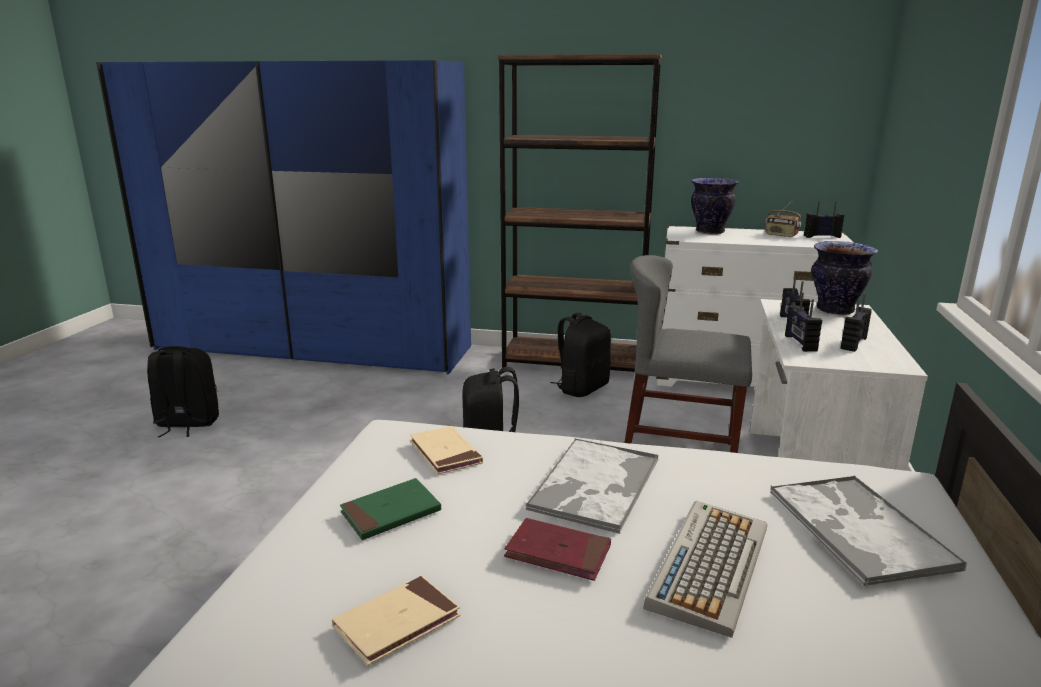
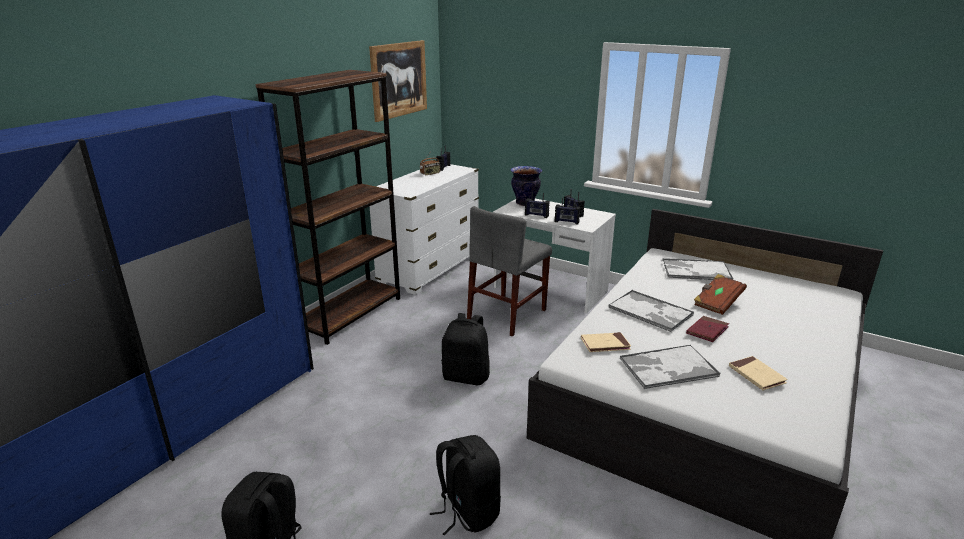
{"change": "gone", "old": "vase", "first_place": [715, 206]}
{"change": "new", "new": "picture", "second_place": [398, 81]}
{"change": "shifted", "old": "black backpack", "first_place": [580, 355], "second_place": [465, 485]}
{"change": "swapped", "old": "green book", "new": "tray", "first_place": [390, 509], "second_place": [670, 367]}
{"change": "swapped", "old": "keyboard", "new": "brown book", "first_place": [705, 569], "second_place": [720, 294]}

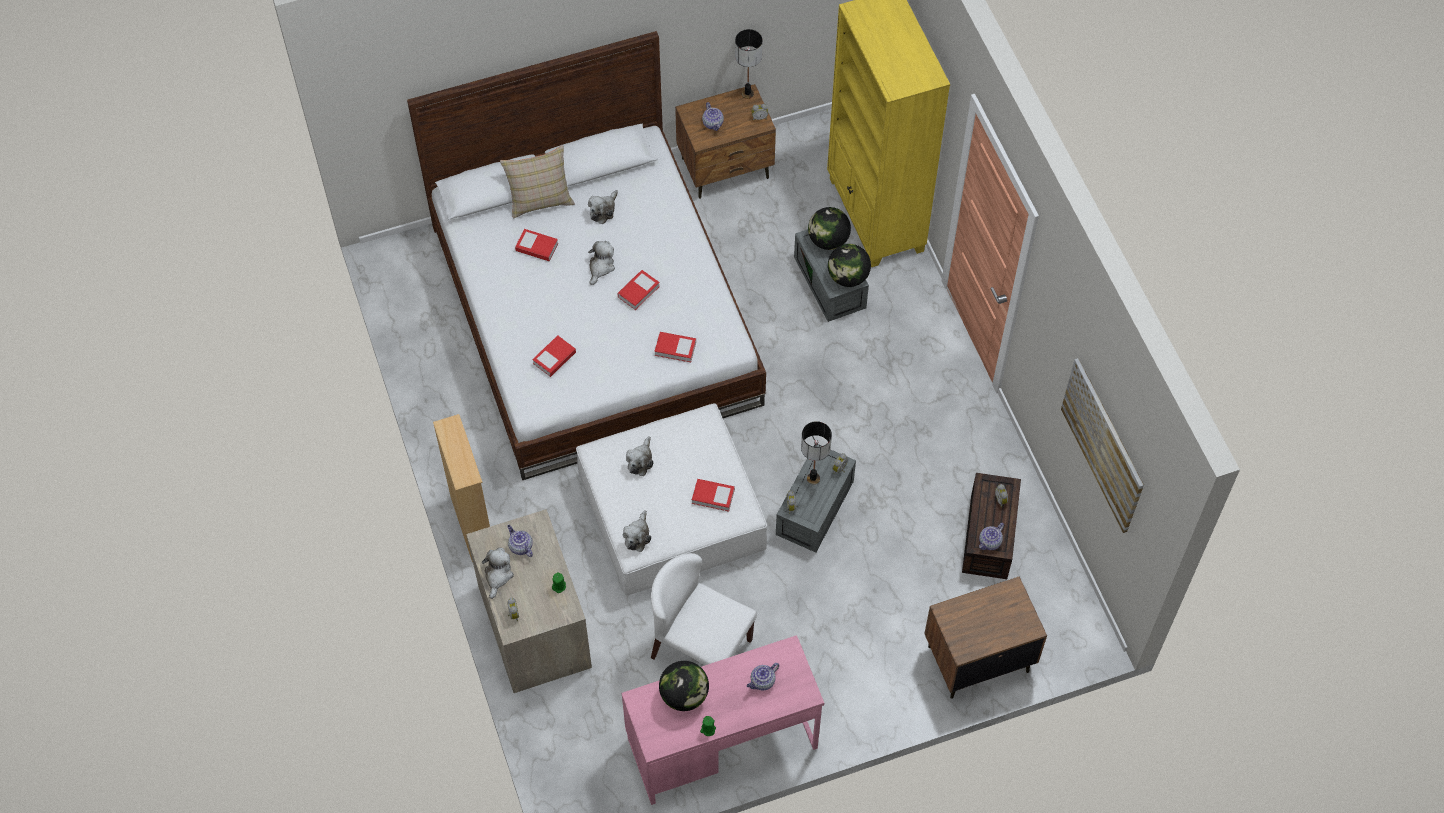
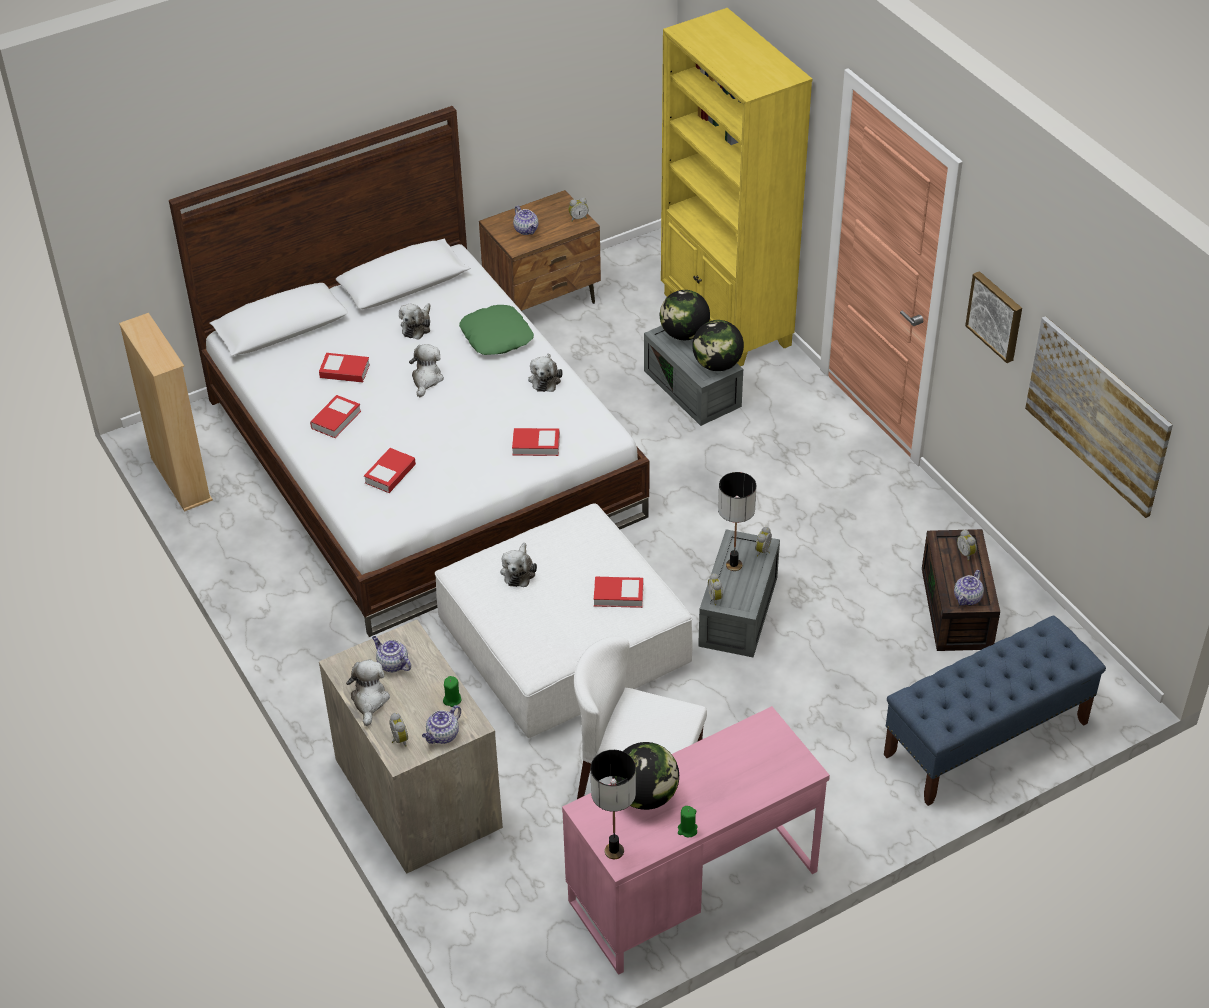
{"change": "gone", "old": "beige pillow", "first_place": [537, 182]}
{"change": "new", "new": "green pillow", "second_place": [496, 330]}
{"change": "new", "new": "picture", "second_place": [993, 317]}
{"change": "shifted", "old": "beige bookcase", "first_place": [461, 488], "second_place": [166, 412]}
{"change": "shifted", "old": "book", "first_place": [638, 290], "second_place": [335, 416]}
{"change": "shifted", "old": "plush toy", "first_place": [637, 531], "second_place": [545, 373]}
{"change": "shifted", "old": "table lamp", "first_place": [748, 64], "second_place": [613, 804]}
{"change": "shifted", "old": "teapot", "first_place": [763, 676], "second_place": [441, 724]}
{"change": "swapped", "old": "brown nightstand", "new": "blue bench", "first_place": [985, 637], "second_place": [995, 710]}

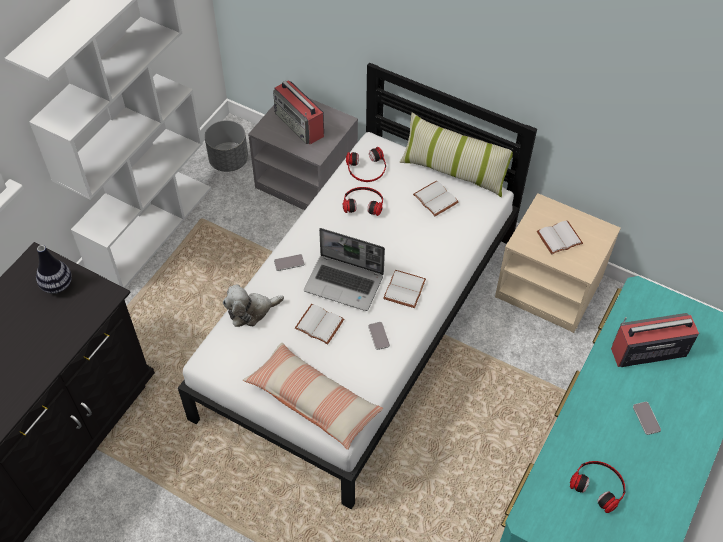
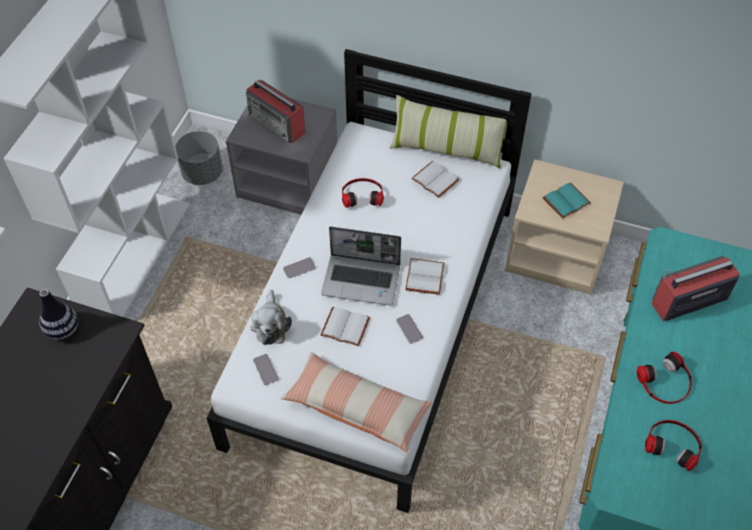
{"change": "shifted", "old": "headphones", "first_place": [366, 164], "second_place": [664, 378]}
{"change": "shifted", "old": "phone", "first_place": [647, 418], "second_place": [266, 369]}
{"change": "repainted", "old": "white book", "new": "turquoise book", "first_place": [560, 237], "second_place": [566, 200]}
{"change": "rotated", "old": "plush toy", "first_place": [253, 305], "second_place": [271, 317], "degrees": -60}

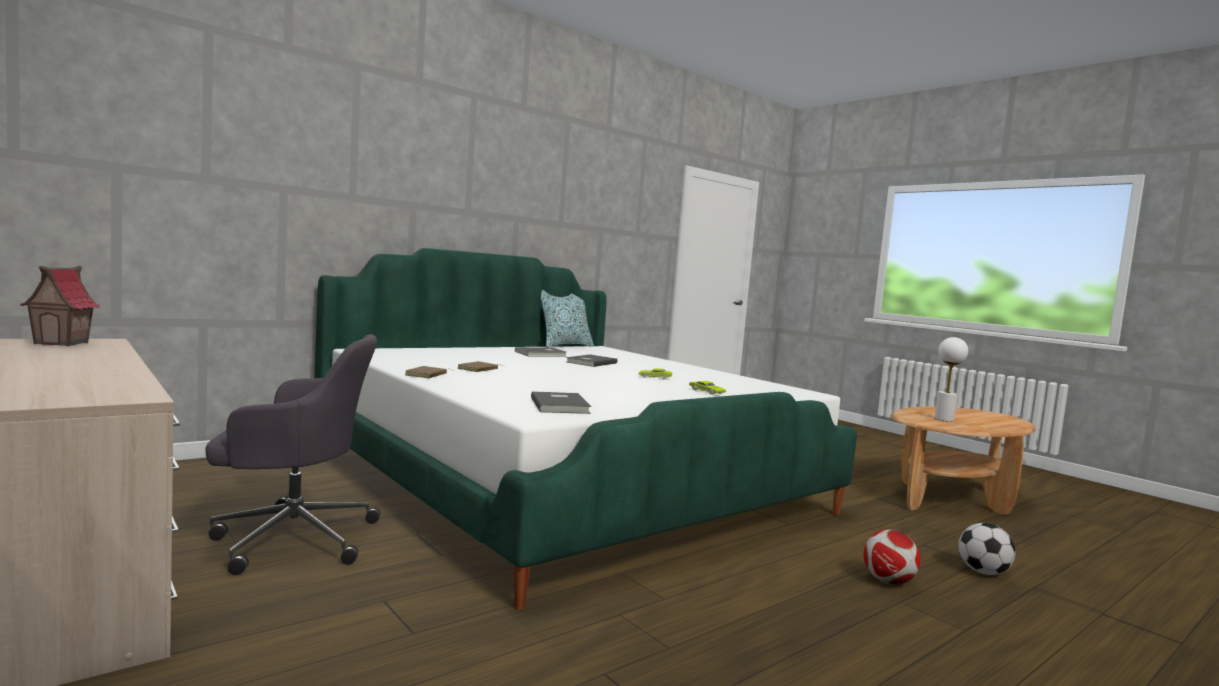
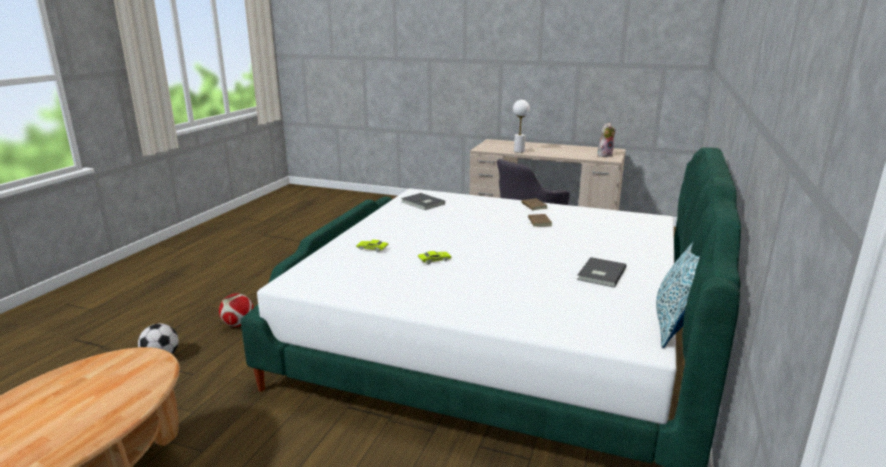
{"change": "gone", "old": "grey book", "first_place": [592, 361]}
{"change": "shifted", "old": "white table lamp", "first_place": [951, 379], "second_place": [521, 126]}
{"change": "swapped", "old": "toy house", "new": "plush toy", "first_place": [60, 306], "second_place": [607, 140]}

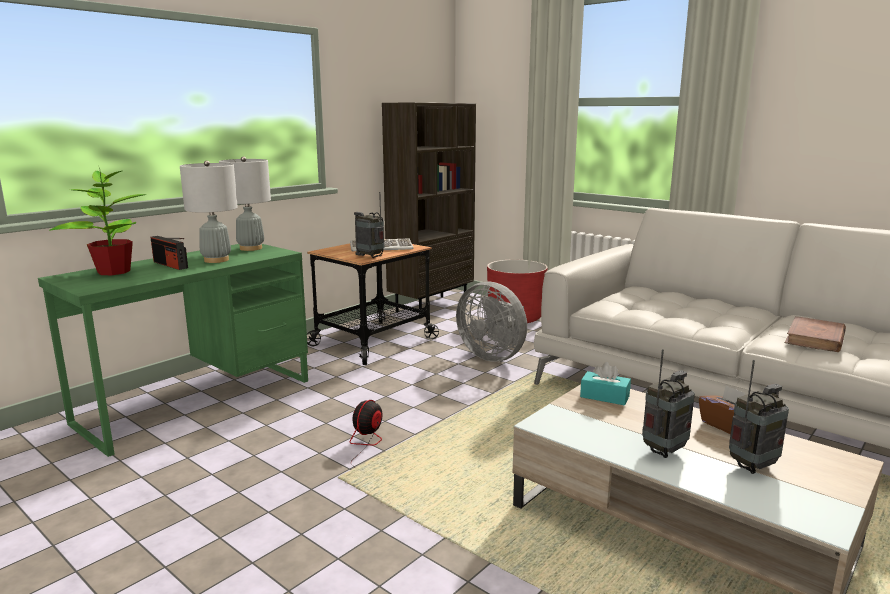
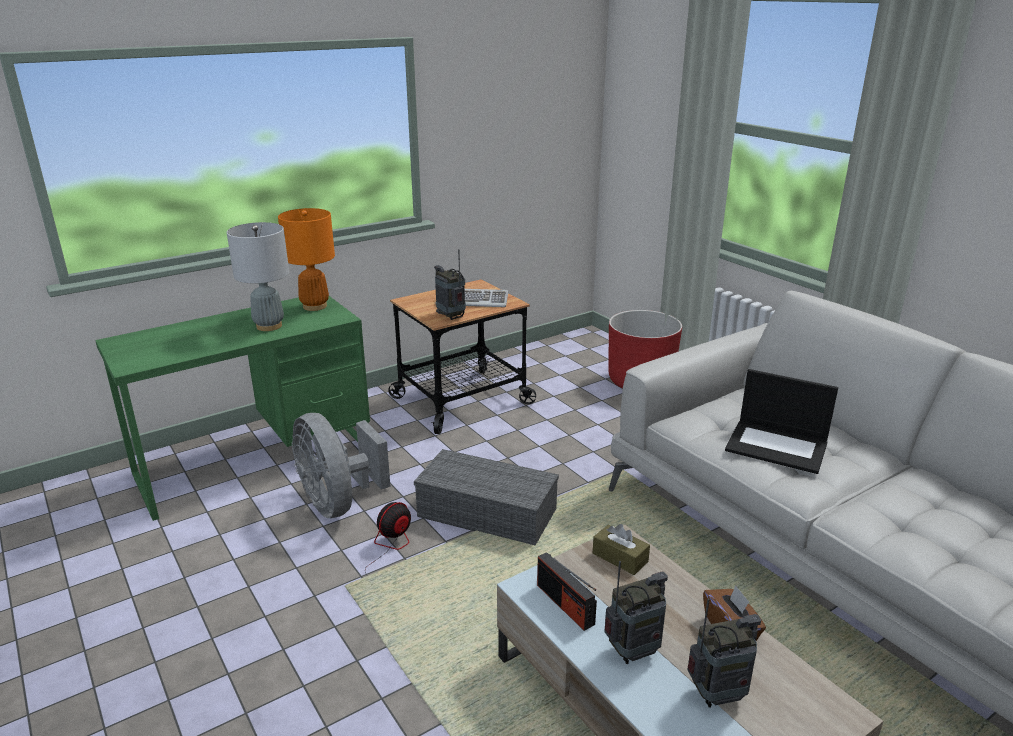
{"change": "gone", "old": "potted plant", "first_place": [98, 221]}
{"change": "gone", "old": "brown bookcase", "first_place": [429, 210]}
{"change": "gone", "old": "brown book", "first_place": [815, 334]}
{"change": "new", "new": "grey storage box", "second_place": [486, 497]}
{"change": "new", "new": "laptop", "second_place": [781, 421]}
{"change": "shifted", "old": "radio", "first_place": [169, 253], "second_place": [567, 591]}
{"change": "shifted", "old": "grey fan", "first_place": [491, 321], "second_place": [341, 465]}
{"change": "repainted", "old": "grey table lamp", "new": "orange table lamp", "first_place": [245, 203], "second_place": [306, 259]}
{"change": "repainted", "old": "turquoise tissue box", "new": "brown tissue box", "first_place": [605, 383], "second_place": [621, 549]}

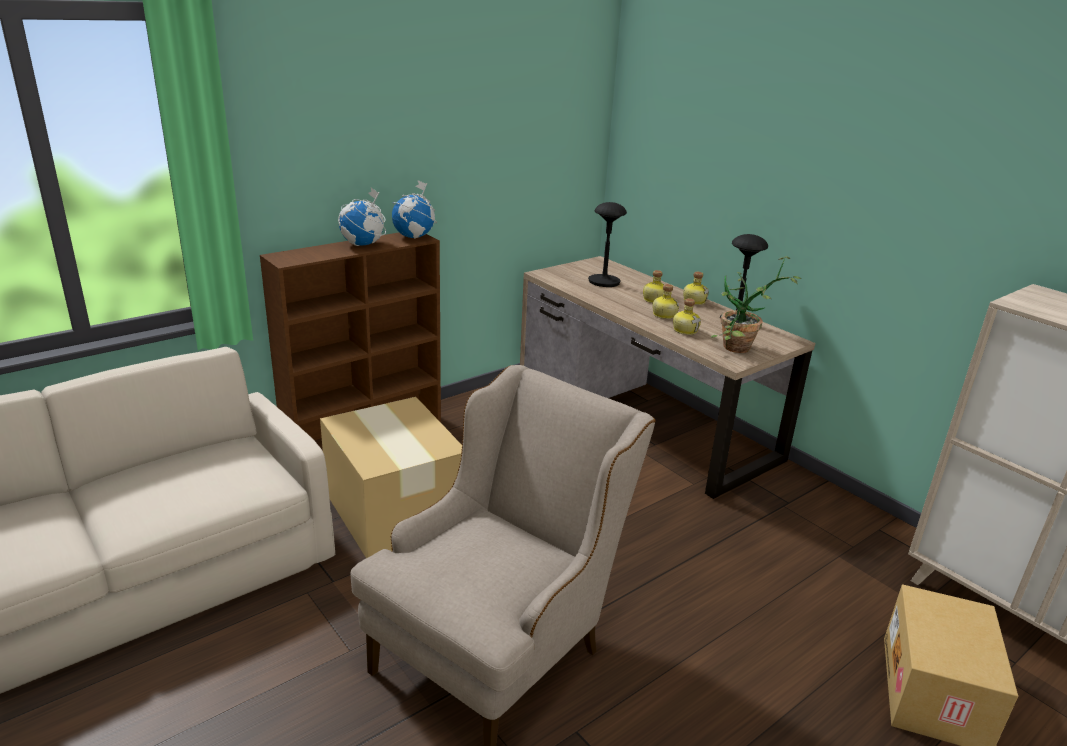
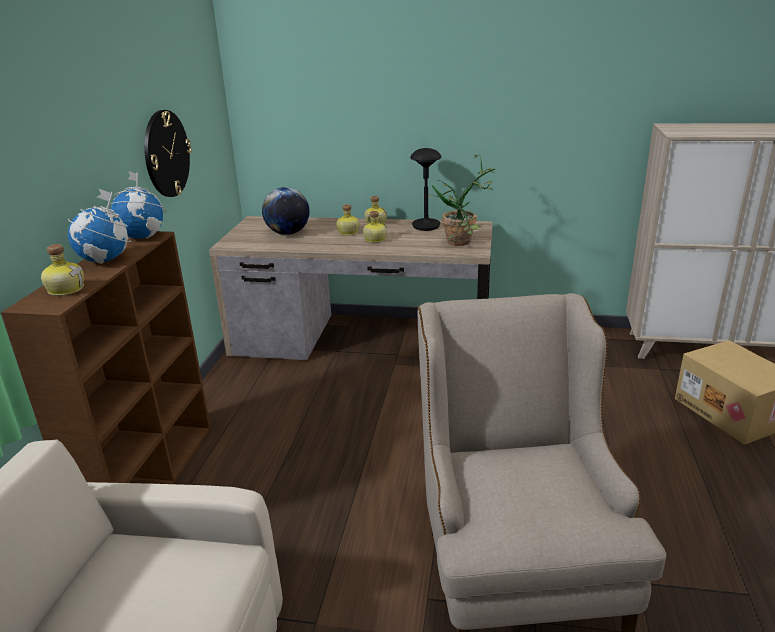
{"change": "gone", "old": "cardboard box", "first_place": [391, 477]}
{"change": "new", "new": "wall clock", "second_place": [168, 153]}
{"change": "shifted", "old": "bottle", "first_place": [687, 316], "second_place": [62, 270]}
{"change": "swapped", "old": "black table lamp", "new": "globe", "first_place": [607, 244], "second_place": [286, 211]}

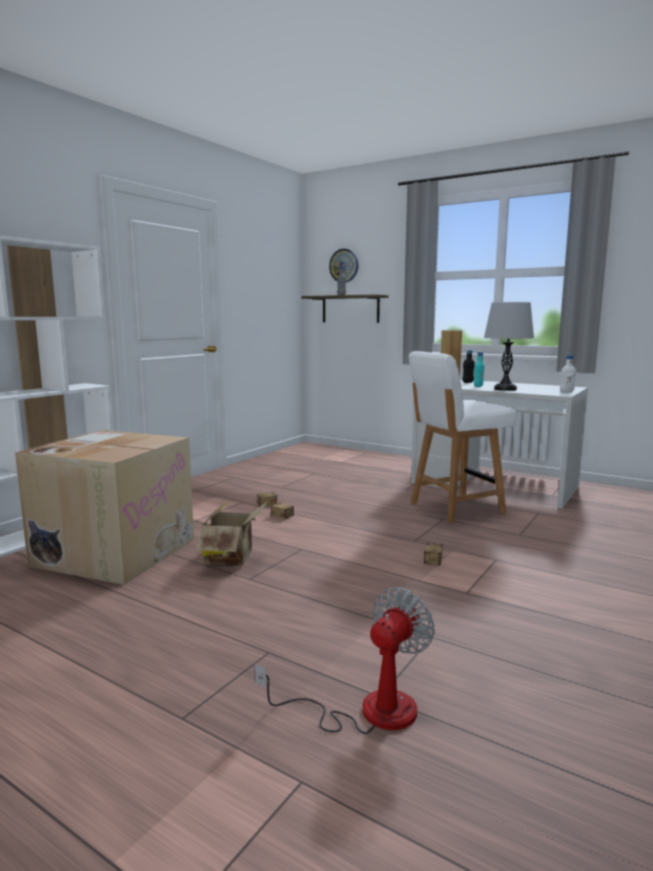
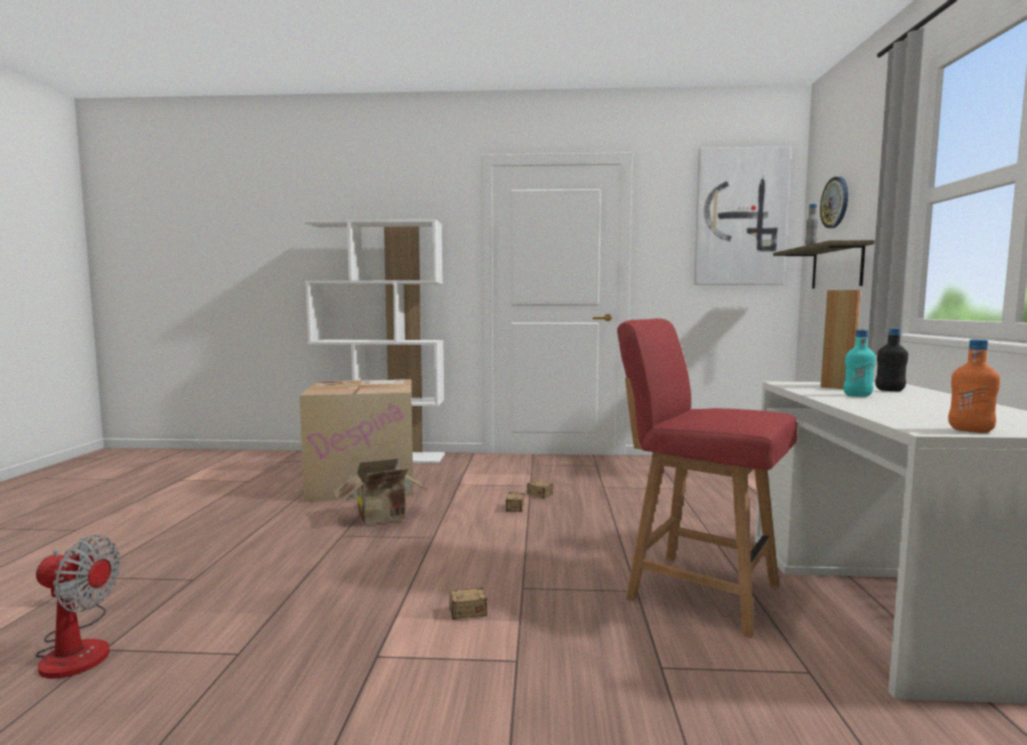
{"change": "gone", "old": "grey table lamp", "first_place": [509, 346]}
{"change": "new", "new": "picture", "second_place": [742, 215]}
{"change": "repainted", "old": "white chair", "new": "red chair", "first_place": [462, 437], "second_place": [707, 478]}
{"change": "repainted", "old": "white bottle", "new": "orange bottle", "first_place": [568, 374], "second_place": [974, 386]}

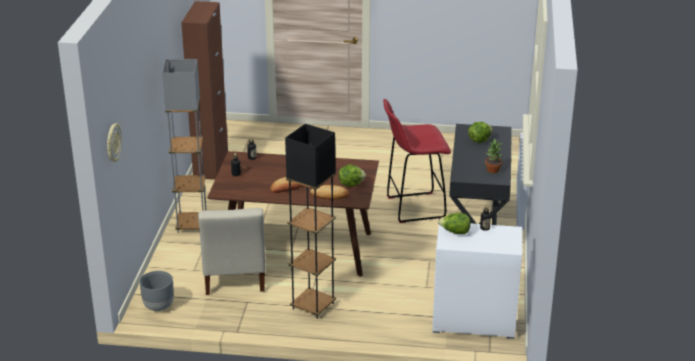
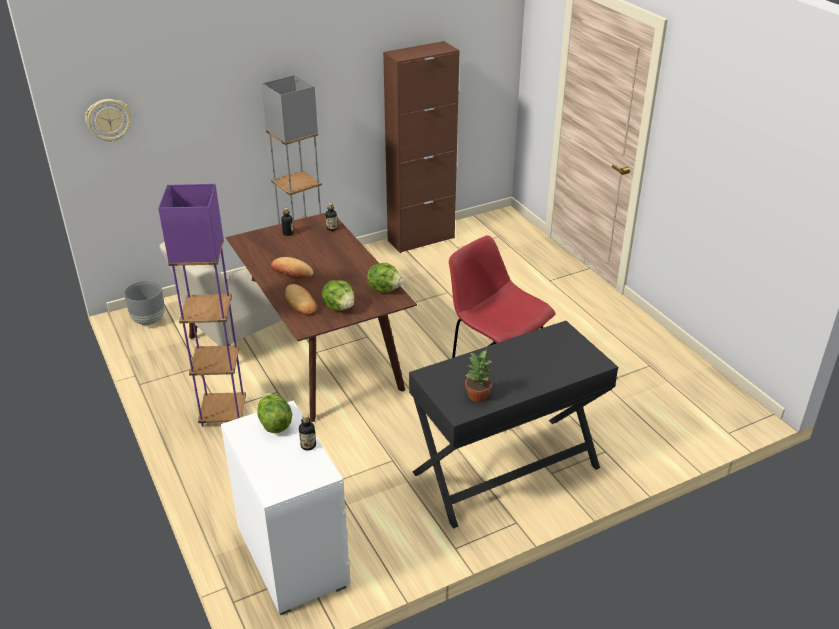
{"change": "shifted", "old": "lettuce", "first_place": [480, 132], "second_place": [385, 277]}
{"change": "repainted", "old": "black floor lamp", "new": "purple floor lamp", "first_place": [310, 221], "second_place": [202, 305]}

